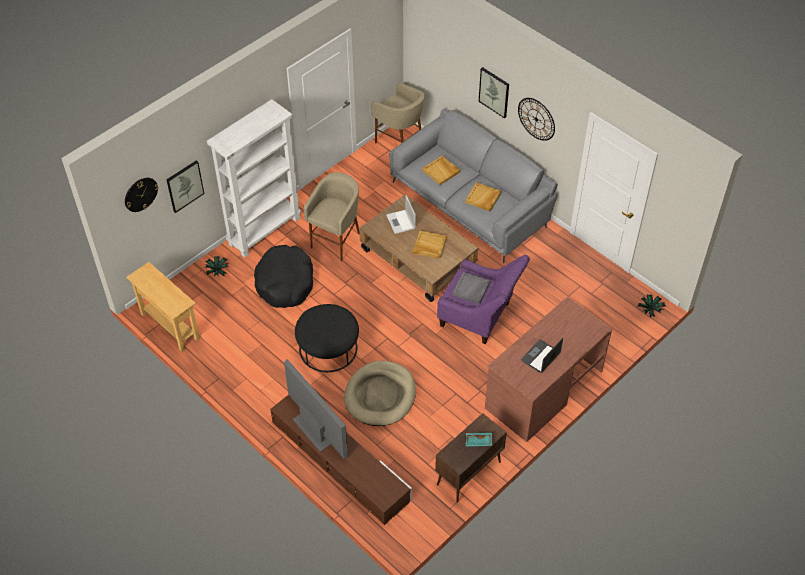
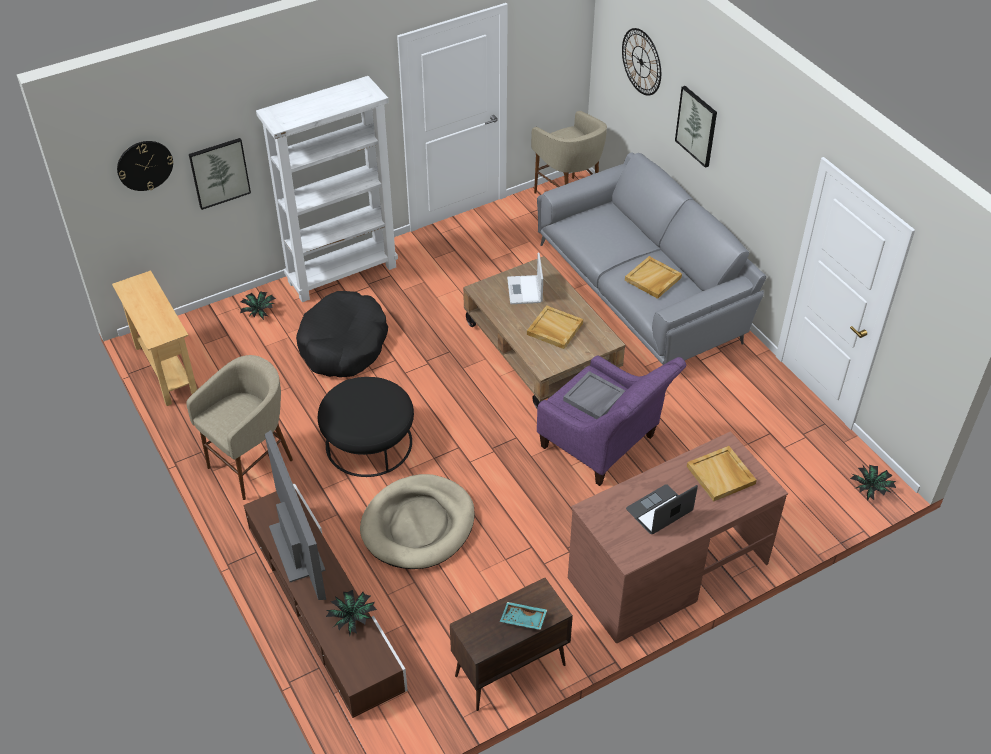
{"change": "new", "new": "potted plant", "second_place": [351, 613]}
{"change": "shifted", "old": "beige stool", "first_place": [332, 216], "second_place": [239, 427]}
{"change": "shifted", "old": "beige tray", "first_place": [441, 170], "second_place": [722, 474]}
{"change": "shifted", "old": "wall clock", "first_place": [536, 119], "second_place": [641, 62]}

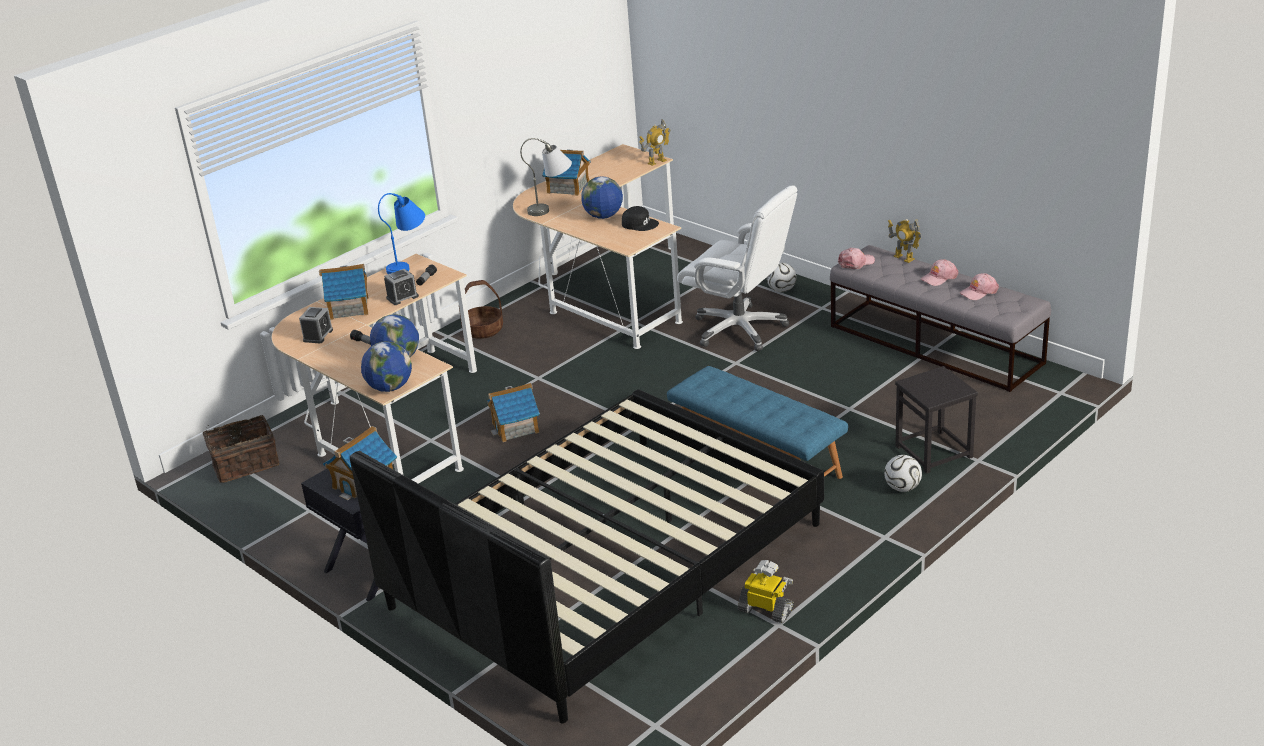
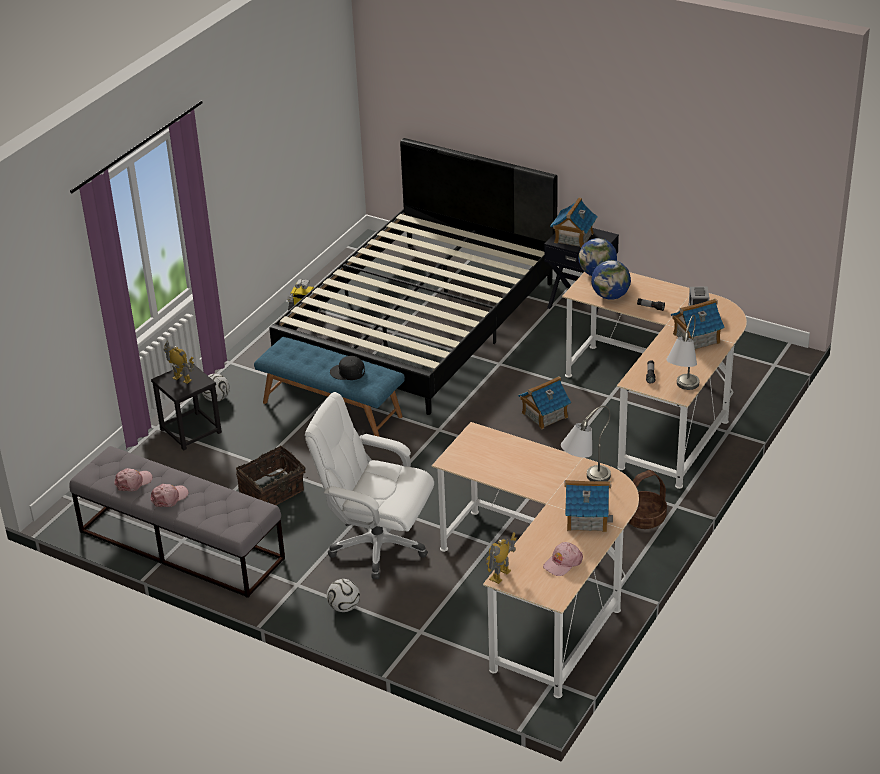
{"change": "gone", "old": "alarm clock", "first_place": [401, 287]}
{"change": "gone", "old": "globe", "first_place": [602, 197]}
{"change": "shifted", "old": "basket", "first_place": [241, 449], "second_place": [271, 475]}
{"change": "shifted", "old": "black cap", "first_place": [640, 218], "second_place": [347, 368]}
{"change": "shifted", "old": "pink cap", "first_place": [856, 258], "second_place": [563, 559]}
{"change": "shifted", "old": "toy robot", "first_place": [905, 241], "second_place": [178, 362]}
{"change": "repainted", "old": "blue table lamp", "new": "grey table lamp", "first_place": [401, 233], "second_place": [683, 352]}

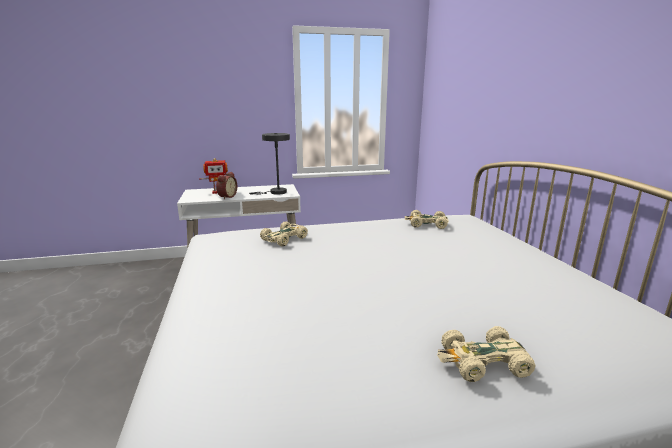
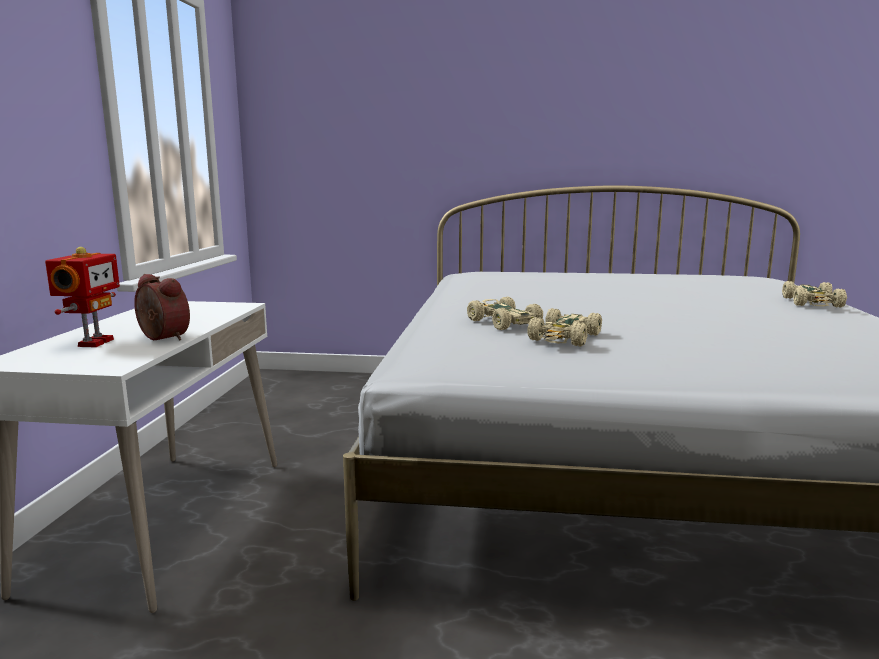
{"change": "gone", "old": "grey table lamp", "first_place": [269, 164]}
{"change": "shifted", "old": "beige toy car", "first_place": [426, 219], "second_place": [564, 327]}

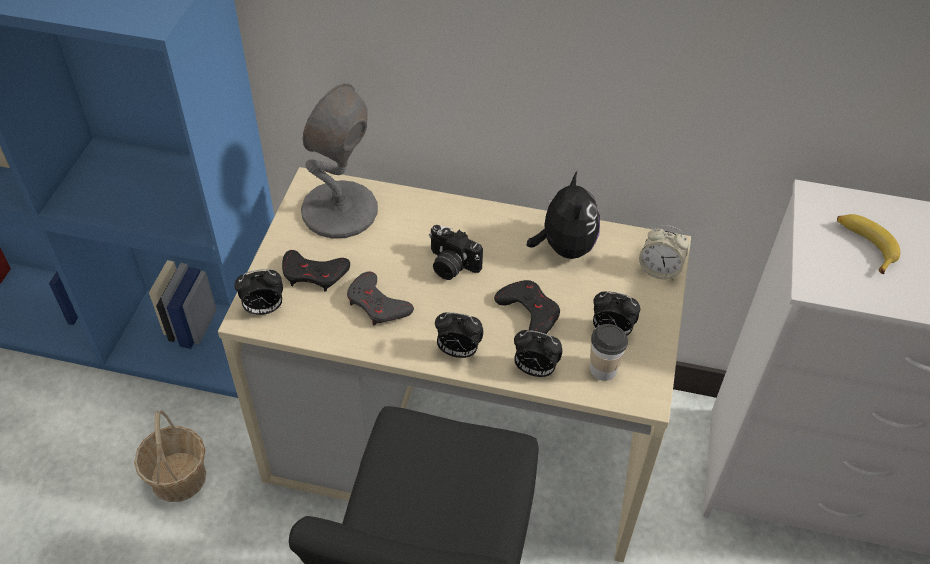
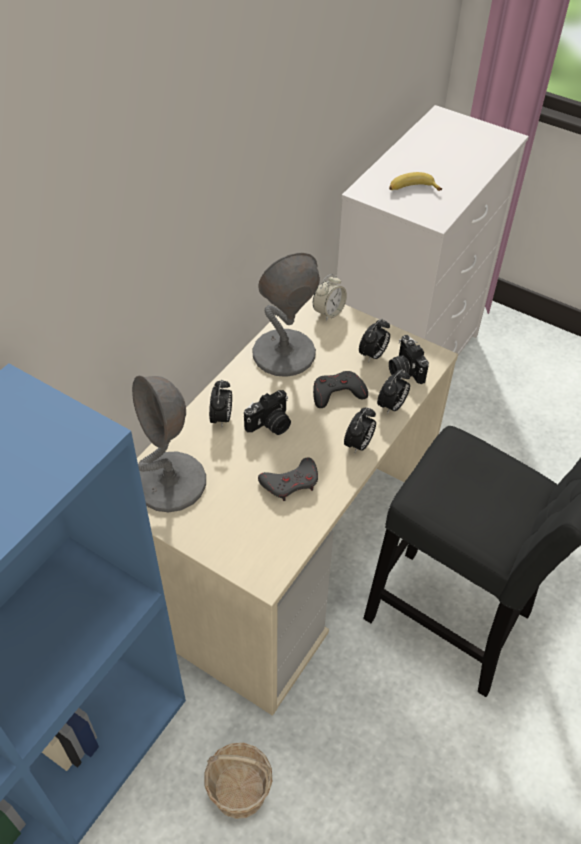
{"change": "gone", "old": "black game controller", "first_place": [316, 270]}
{"change": "shifted", "old": "alarm clock", "first_place": [258, 292], "second_place": [220, 404]}
{"change": "swapped", "old": "plush toy", "new": "grey table lamp", "first_place": [563, 215], "second_place": [286, 315]}
{"change": "swapped", "old": "cup", "new": "photo camera", "first_place": [609, 352], "second_place": [409, 359]}

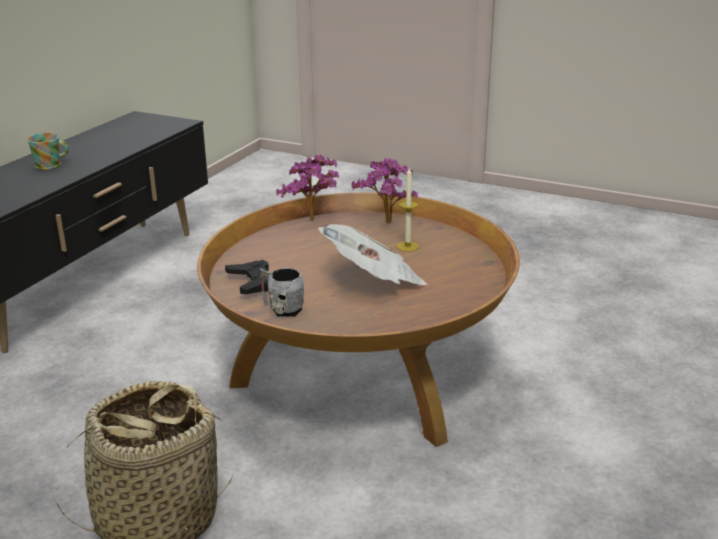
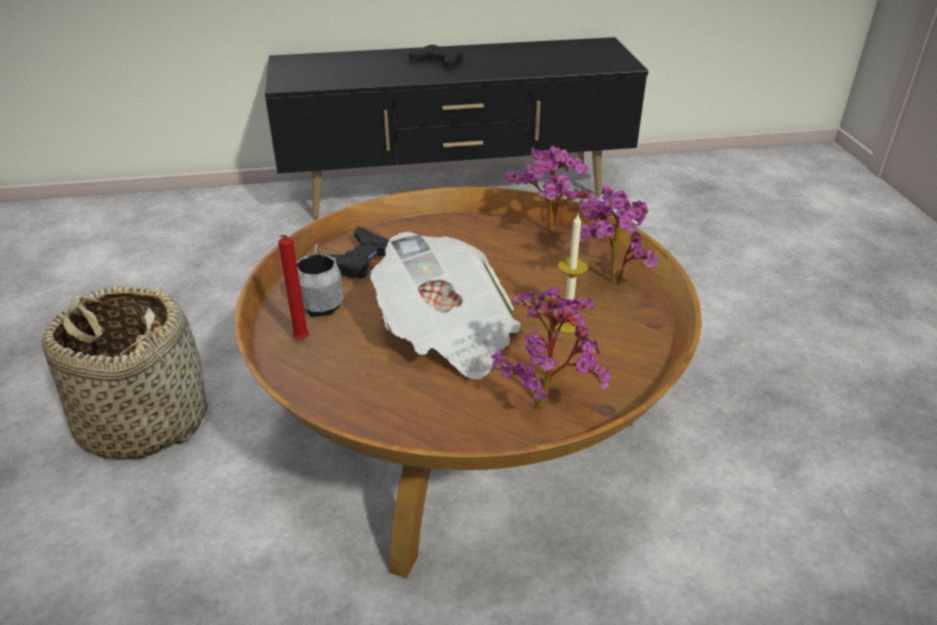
{"change": "new", "new": "red candle", "second_place": [294, 287]}
{"change": "new", "new": "potted plant", "second_place": [551, 346]}
{"change": "swapped", "old": "mug", "new": "black game controller", "first_place": [48, 151], "second_place": [436, 56]}

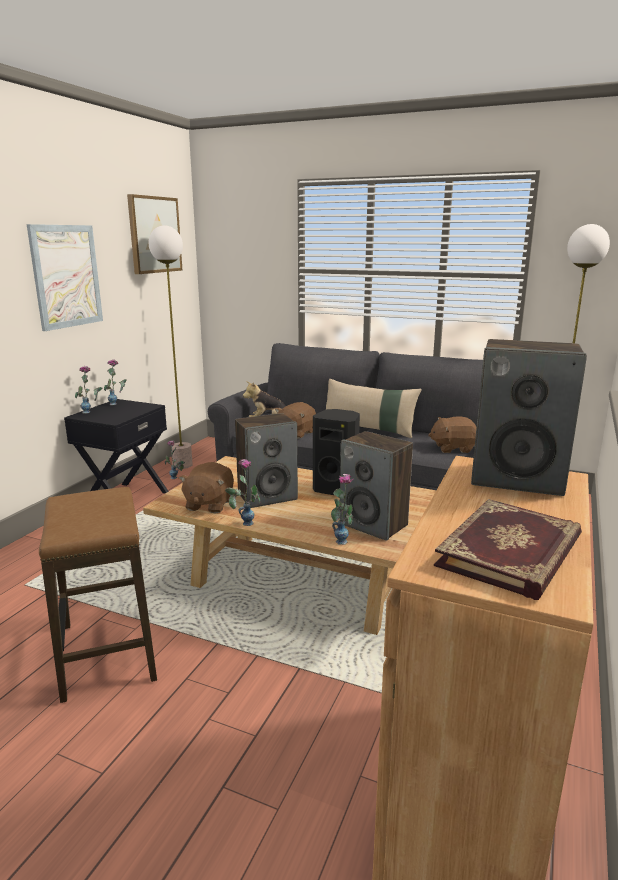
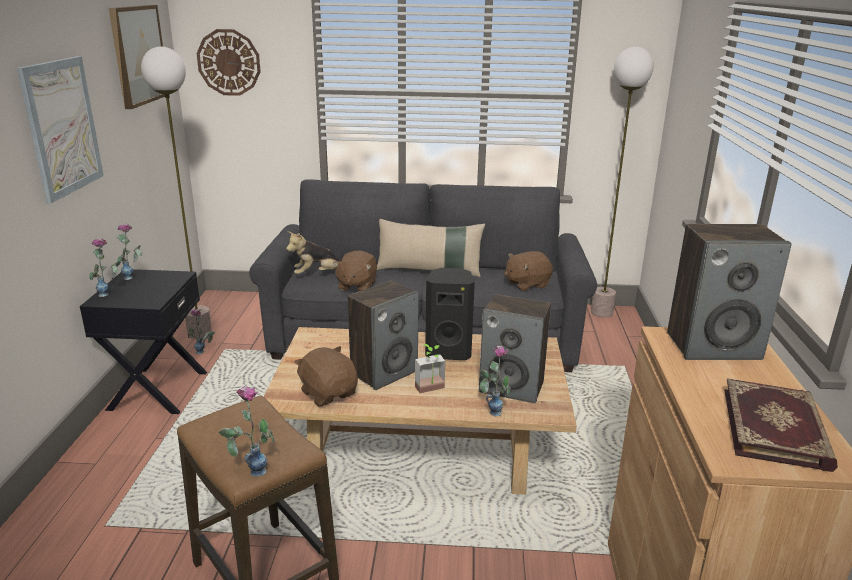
{"change": "new", "new": "wall clock", "second_place": [228, 62]}
{"change": "new", "new": "potted plant", "second_place": [430, 368]}
{"change": "shifted", "old": "vase", "first_place": [242, 492], "second_place": [246, 431]}
{"change": "rotated", "old": "brown plush toy", "first_place": [206, 487], "second_place": [326, 376], "degrees": 150}

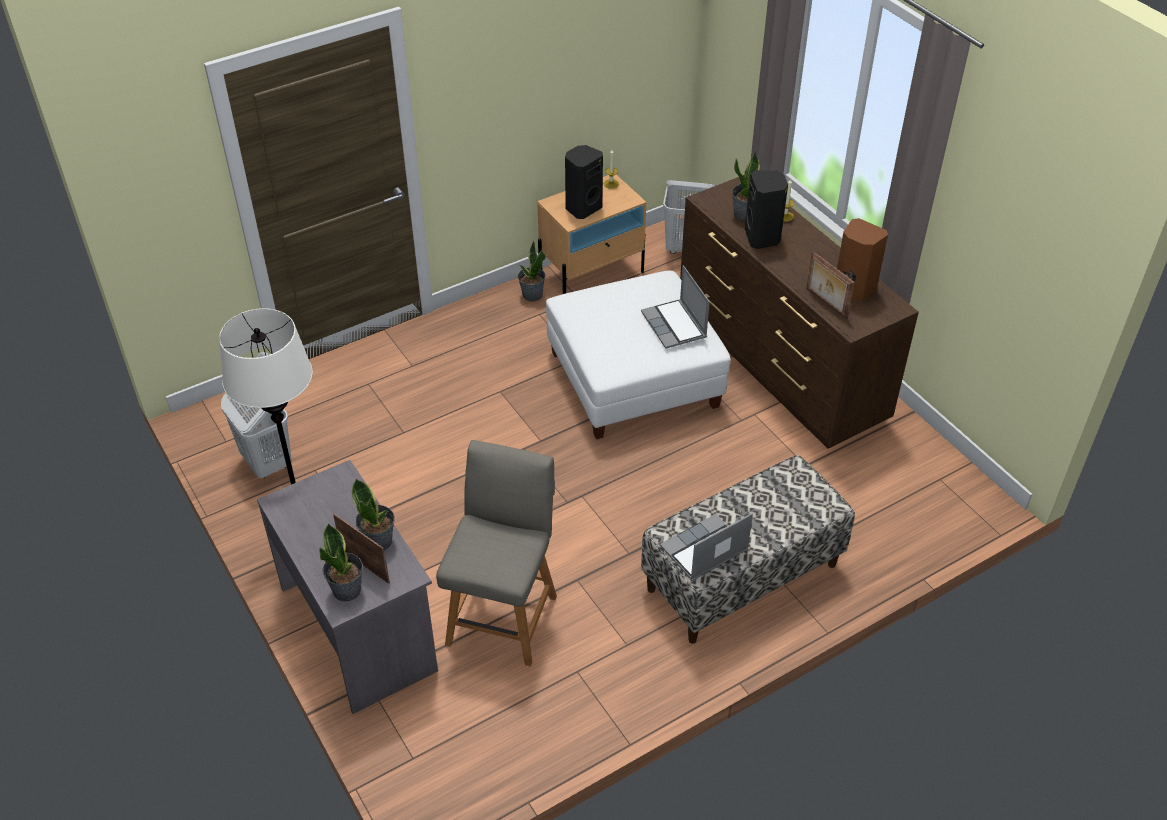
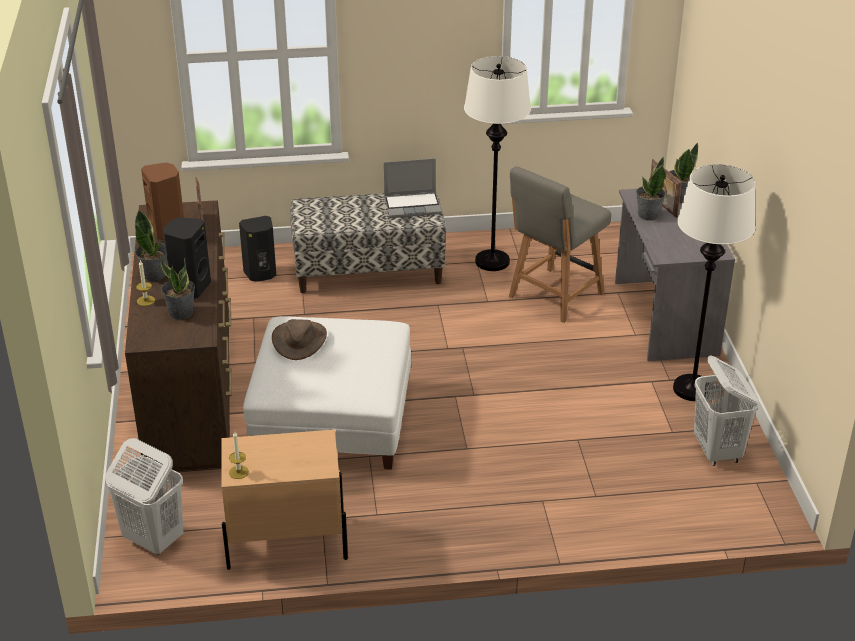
{"change": "new", "new": "white floor lamp", "second_place": [497, 163]}
{"change": "shifted", "old": "potted plant", "first_place": [532, 270], "second_place": [151, 246]}
{"change": "shifted", "old": "black speaker", "first_place": [584, 182], "second_place": [257, 249]}
{"change": "swapped", "old": "laptop", "new": "brown hat", "first_place": [675, 307], "second_place": [299, 339]}

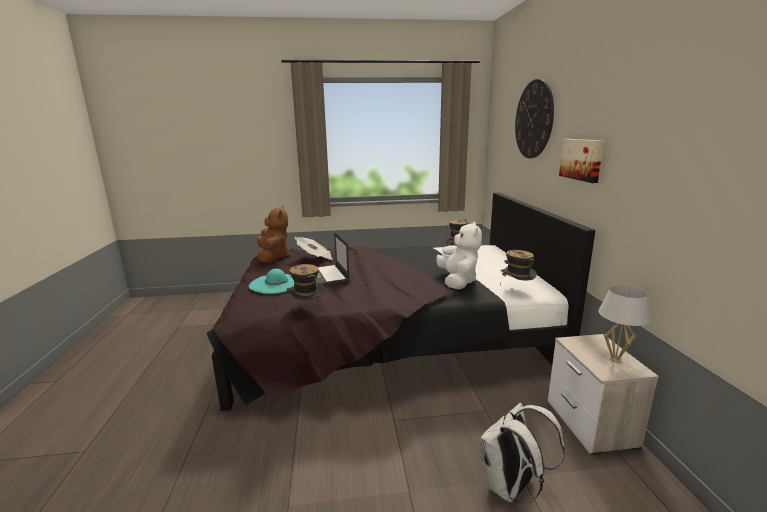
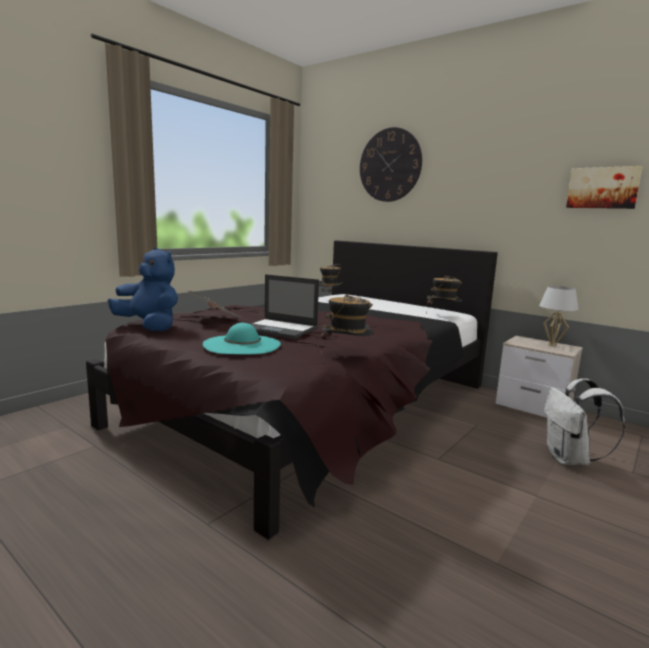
{"change": "gone", "old": "white plush toy", "first_place": [459, 255]}
{"change": "shifted", "old": "picture", "first_place": [581, 161], "second_place": [604, 187]}
{"change": "repainted", "old": "brown plush toy", "new": "blue plush toy", "first_place": [273, 234], "second_place": [143, 289]}

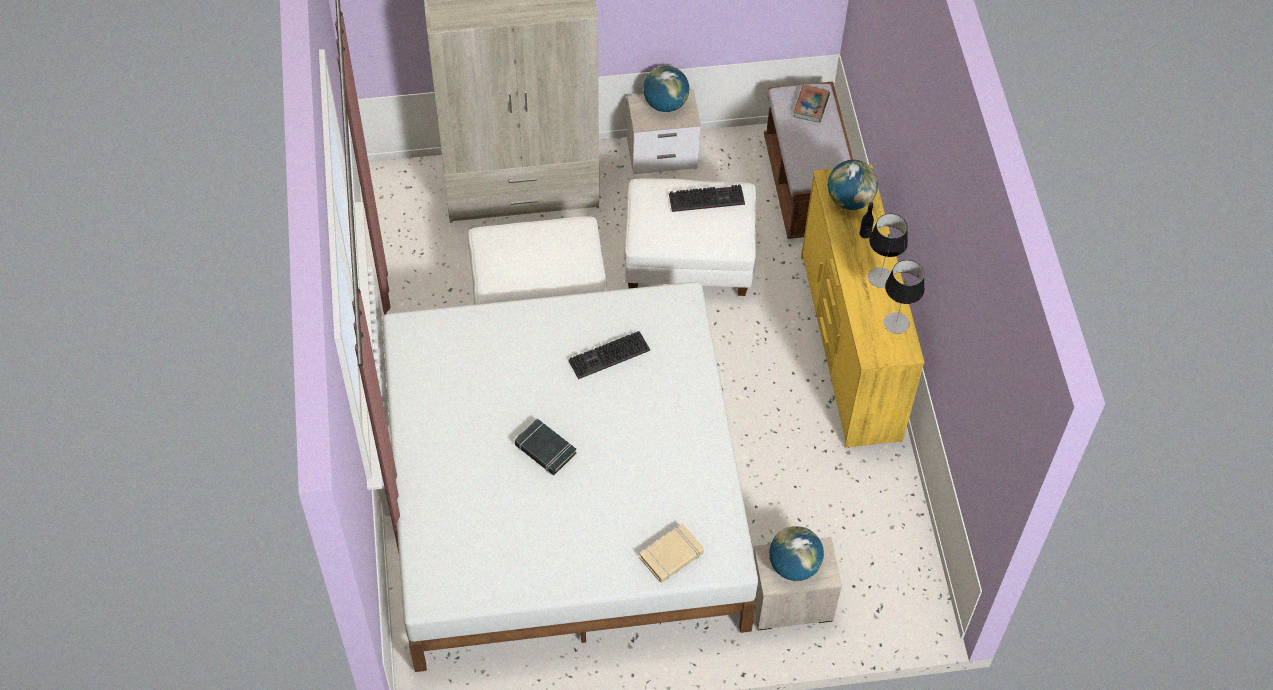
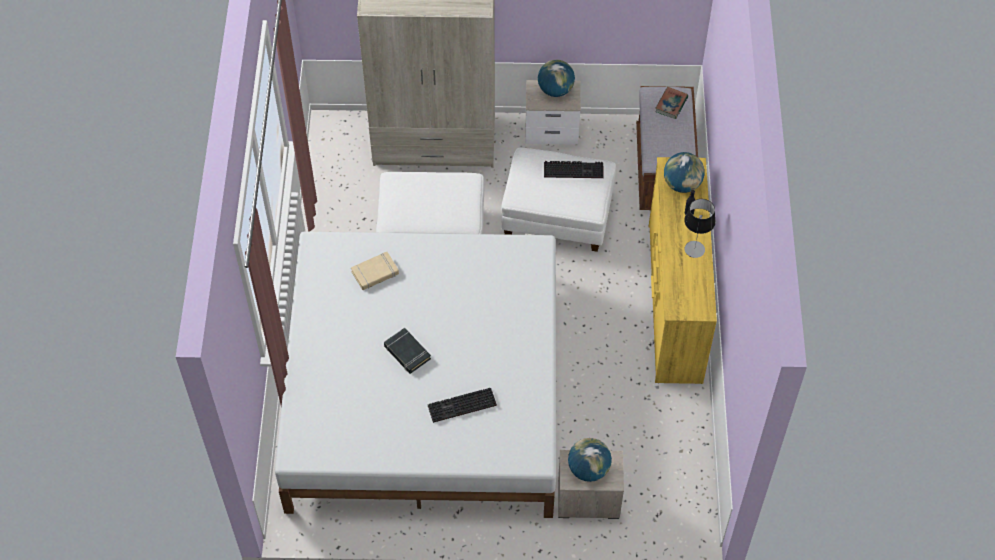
{"change": "gone", "old": "table lamp", "first_place": [904, 297]}
{"change": "shifted", "old": "keyboard", "first_place": [609, 355], "second_place": [462, 405]}
{"change": "shifted", "old": "beige book", "first_place": [671, 553], "second_place": [375, 271]}

